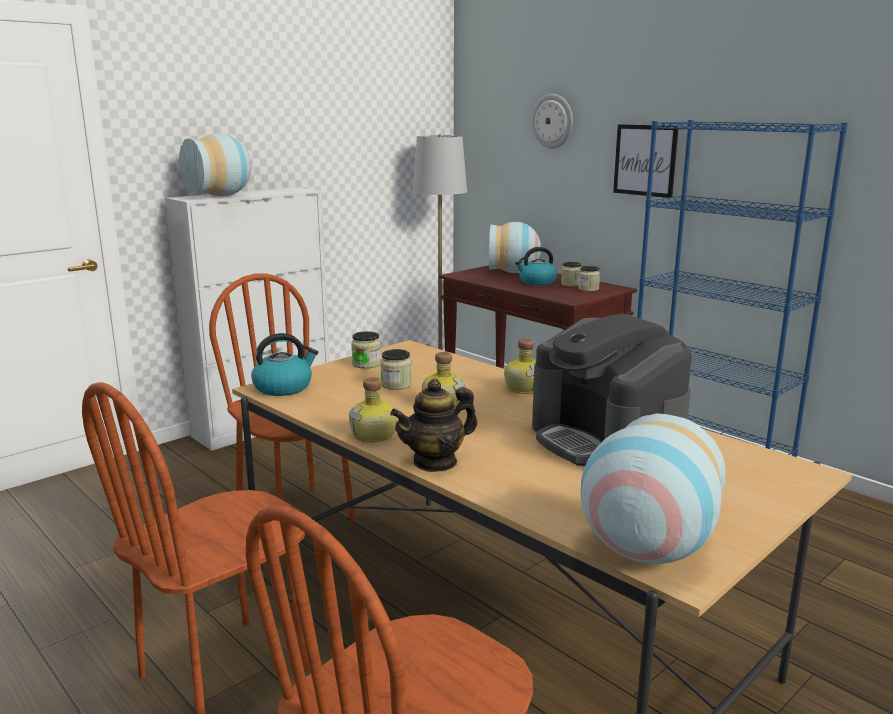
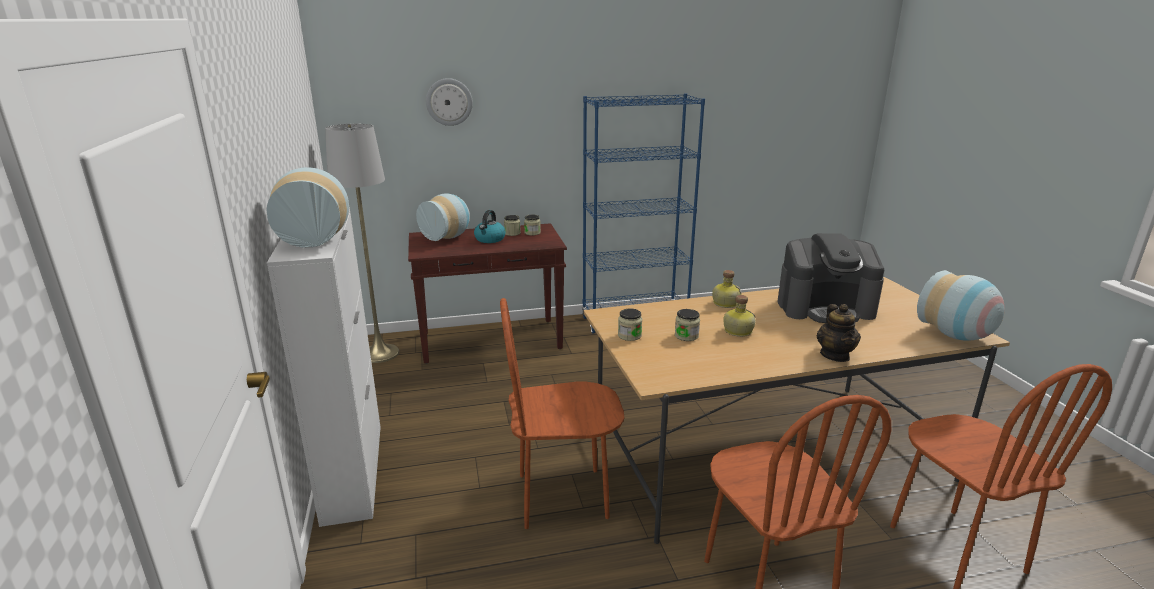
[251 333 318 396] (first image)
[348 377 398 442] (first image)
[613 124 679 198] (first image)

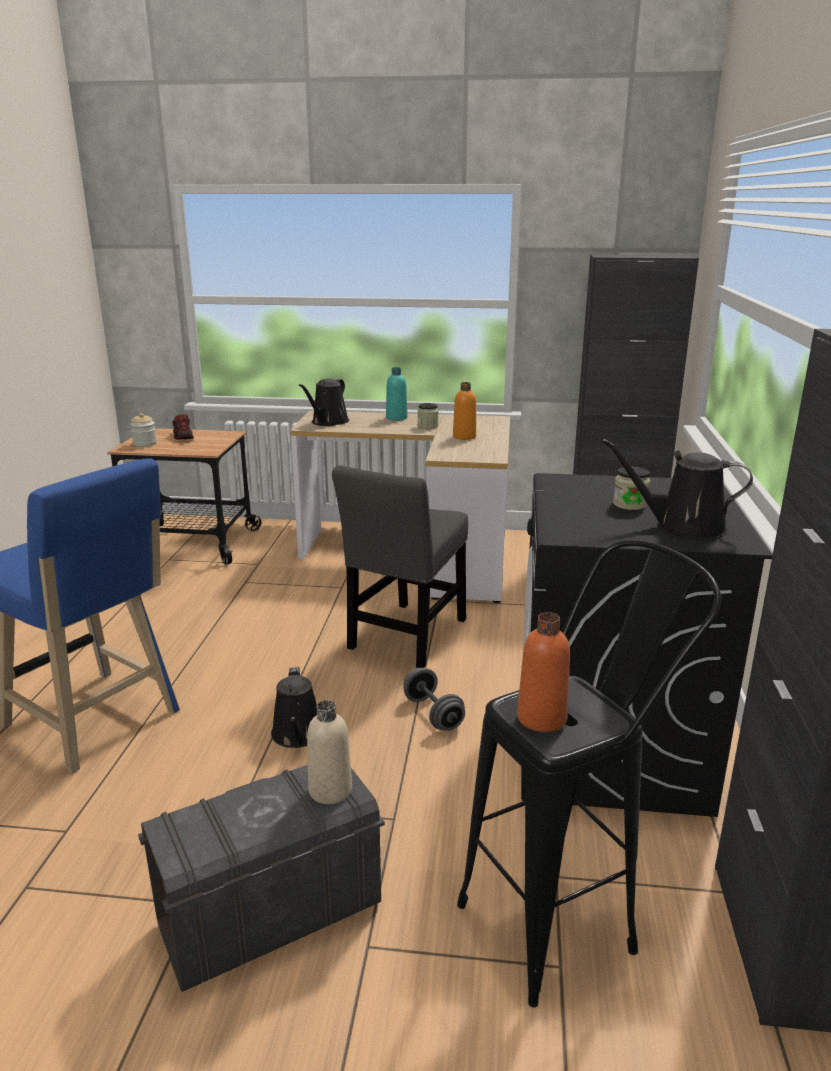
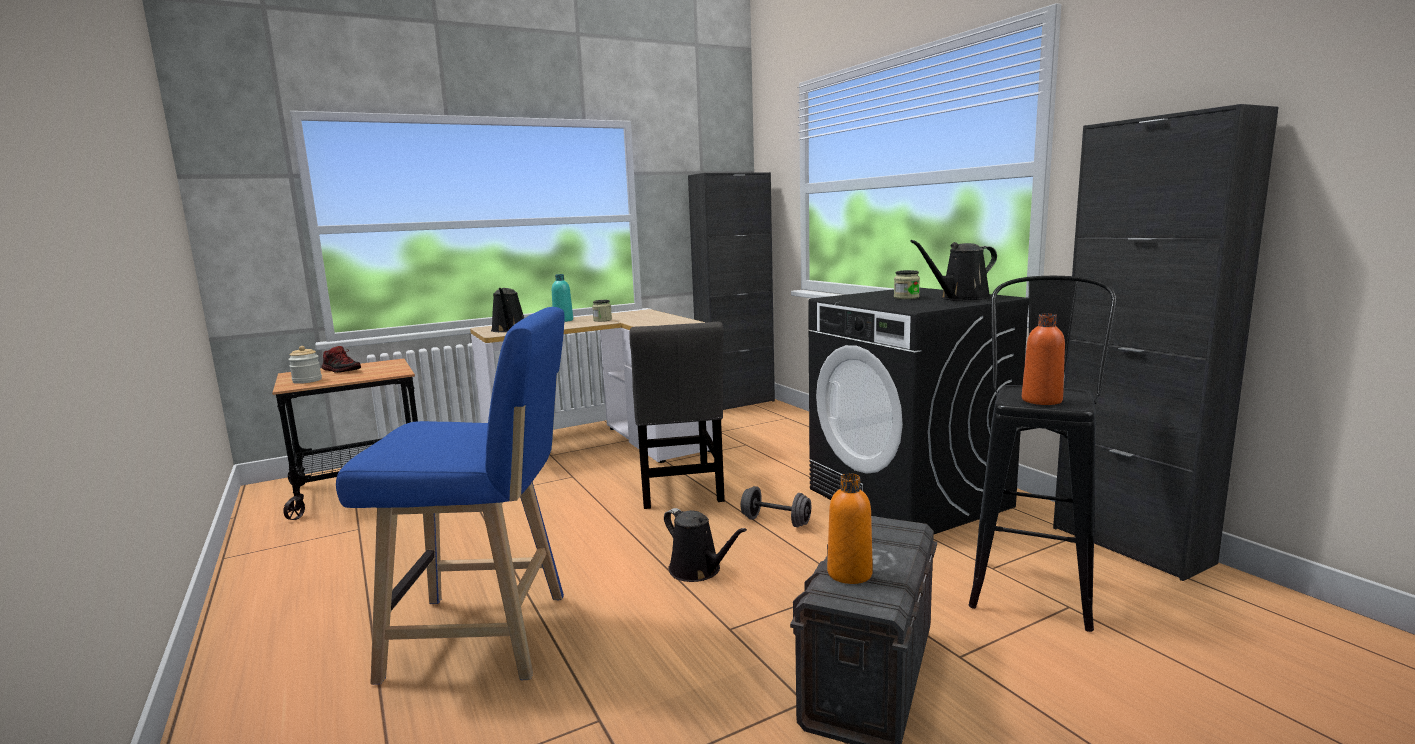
[307 700 352 804] (first image)
[827 473 873 584]

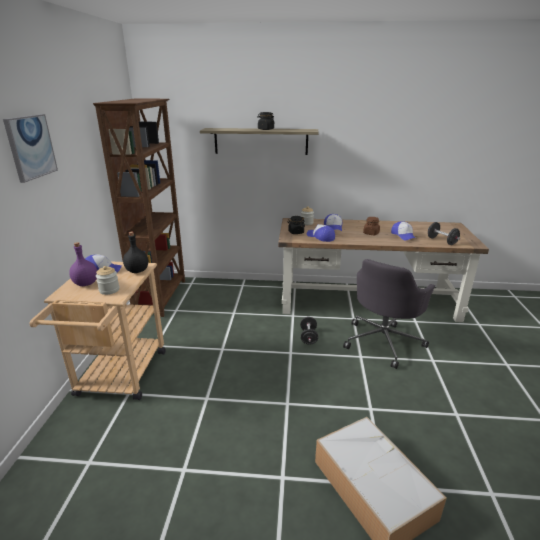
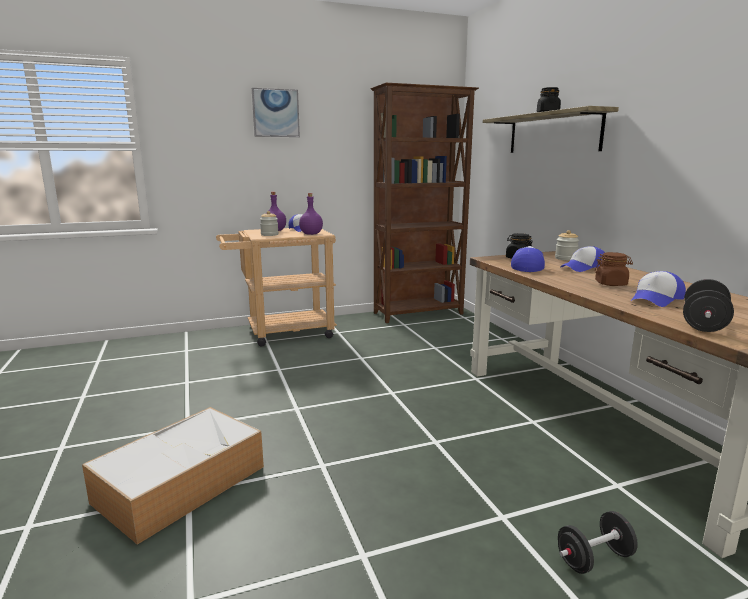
[299 193 323 235]
[558 511 638 574]
[343 259 435 369] (first image)

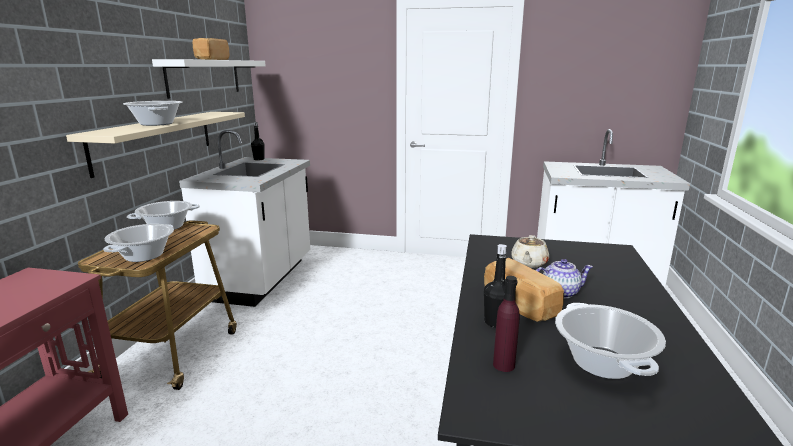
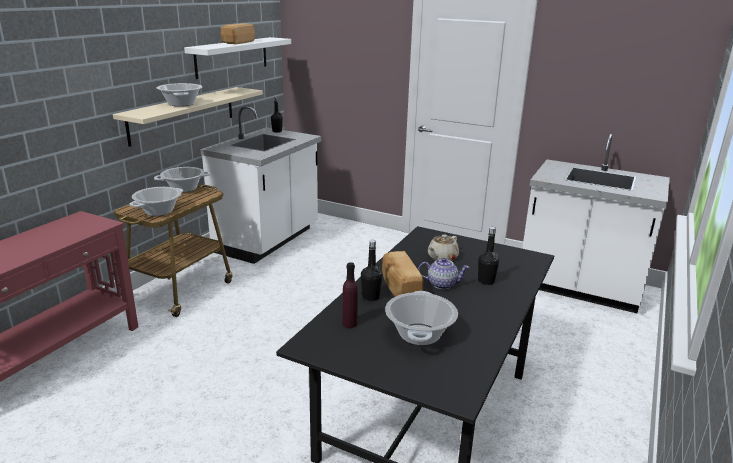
[478 227 499 285]

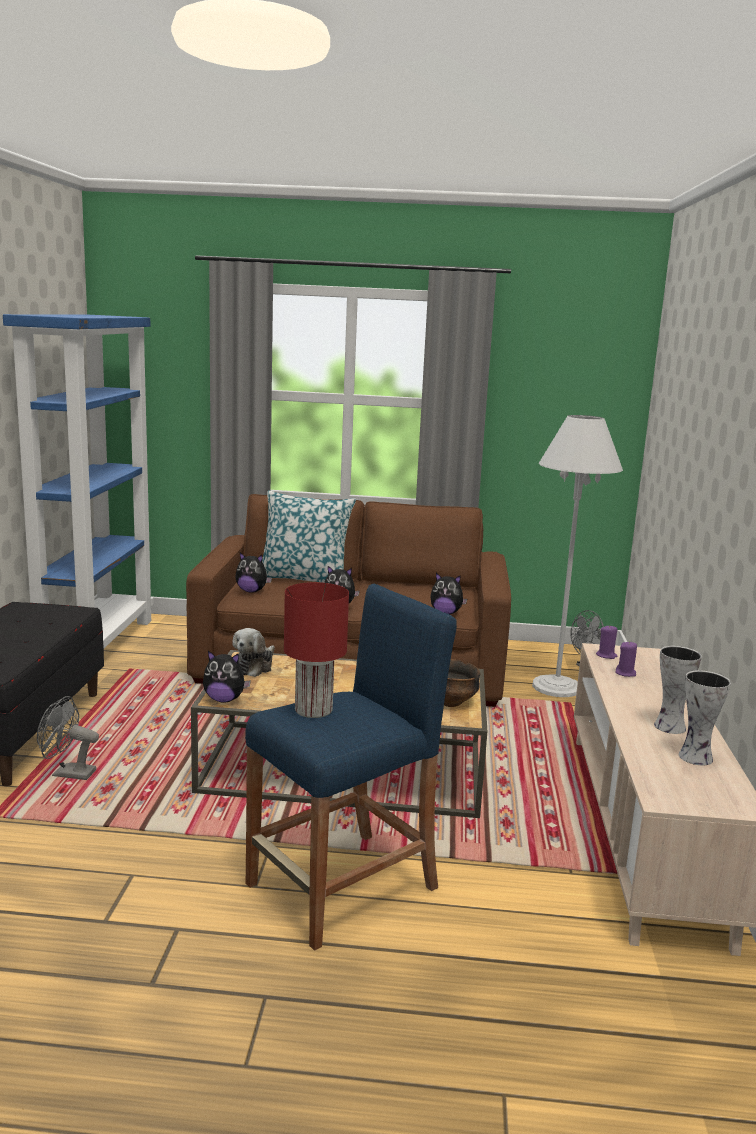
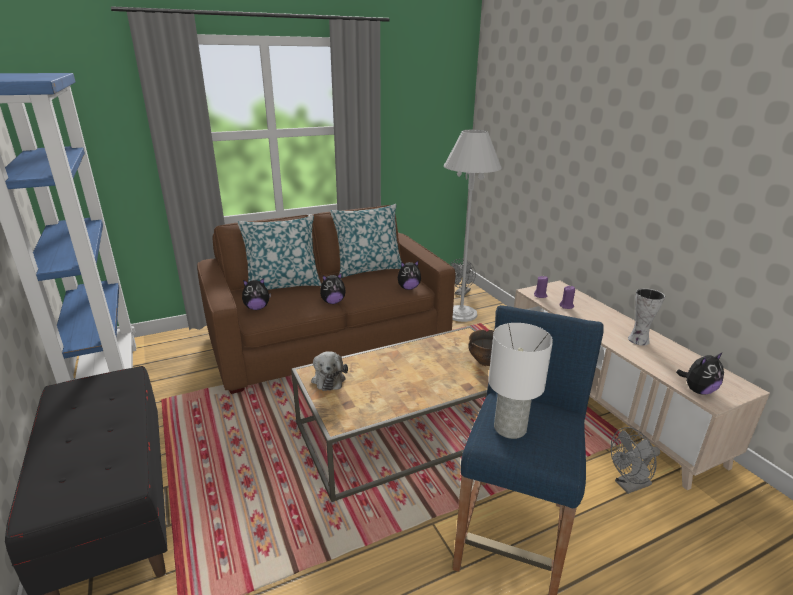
[611 427 660 494]
[676 352 724 394]
[488 323 553 439]
[679 670 731 765] (first image)
[330 204 402 278]

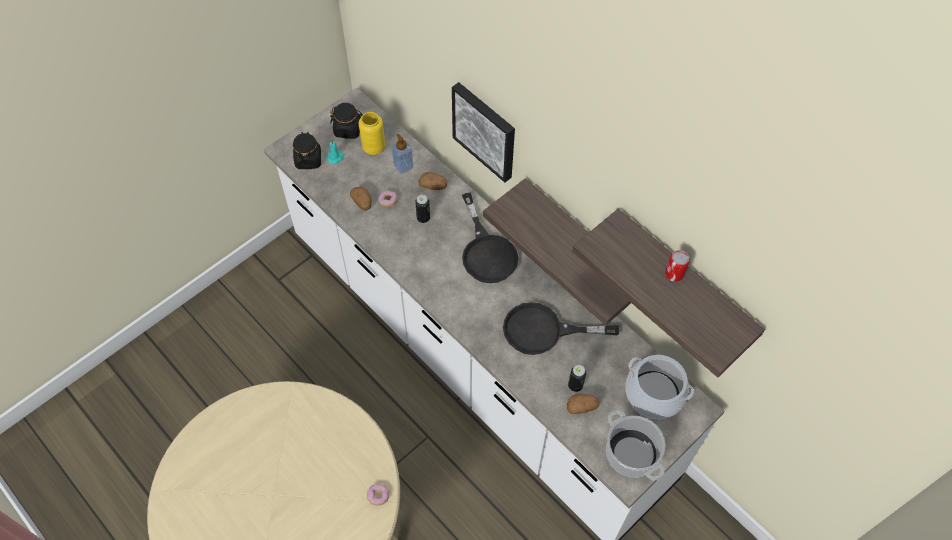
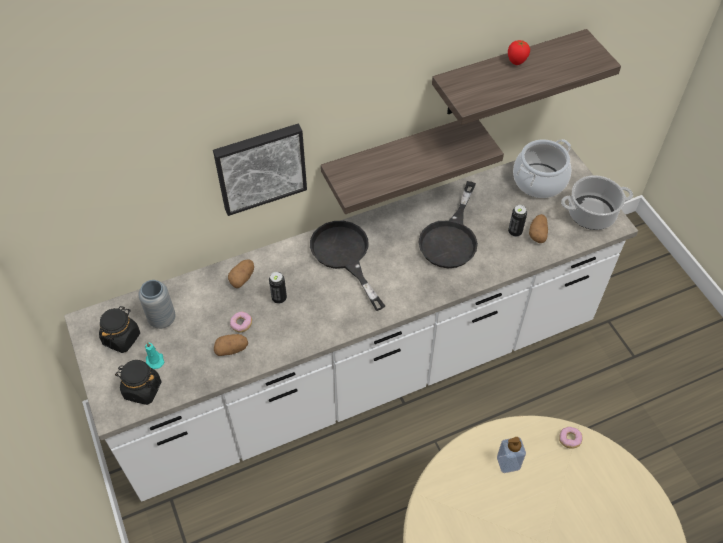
[138 280 175 329]
[497 437 526 473]
[310 221 385 311]
[508 40 530 65]

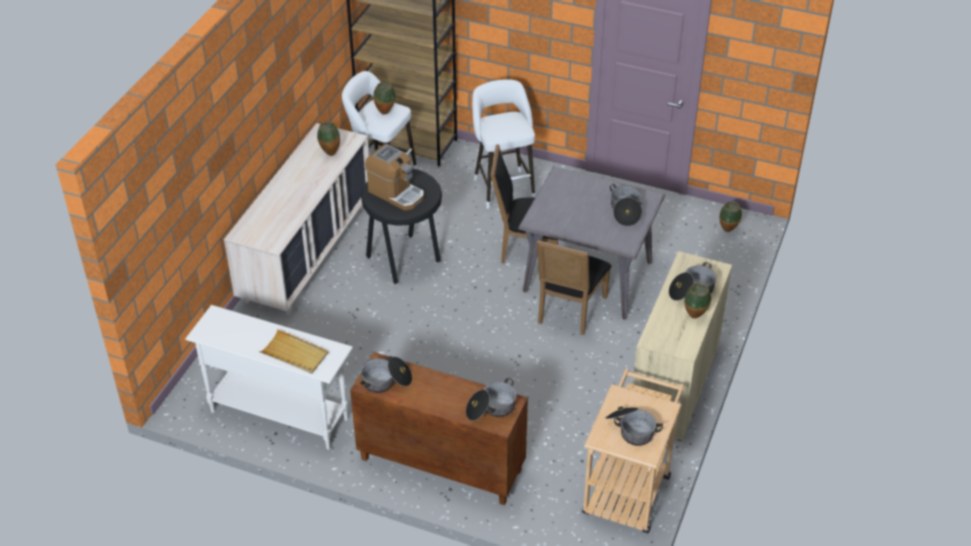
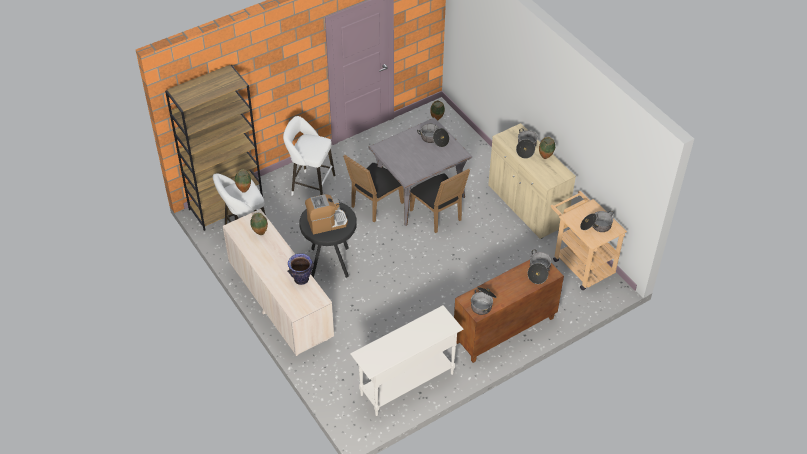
[259 329 328 374] (first image)
[287 253 314 285]

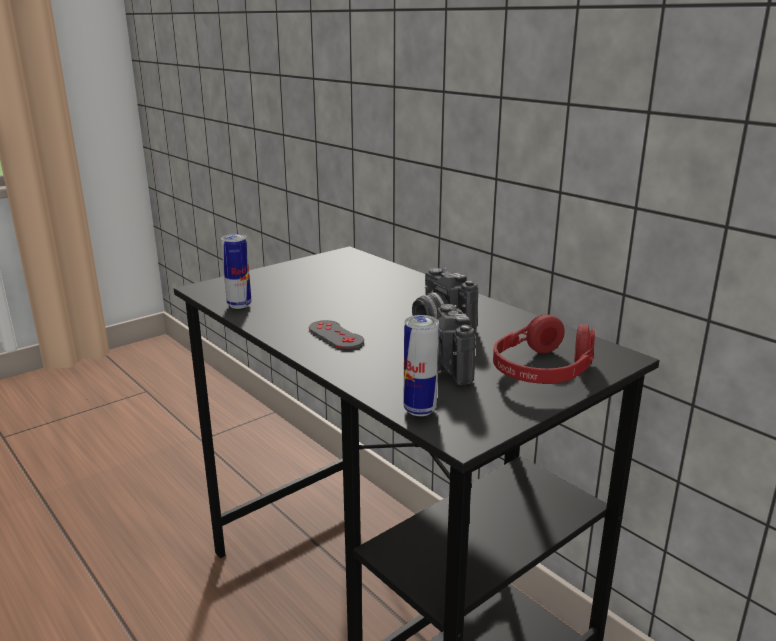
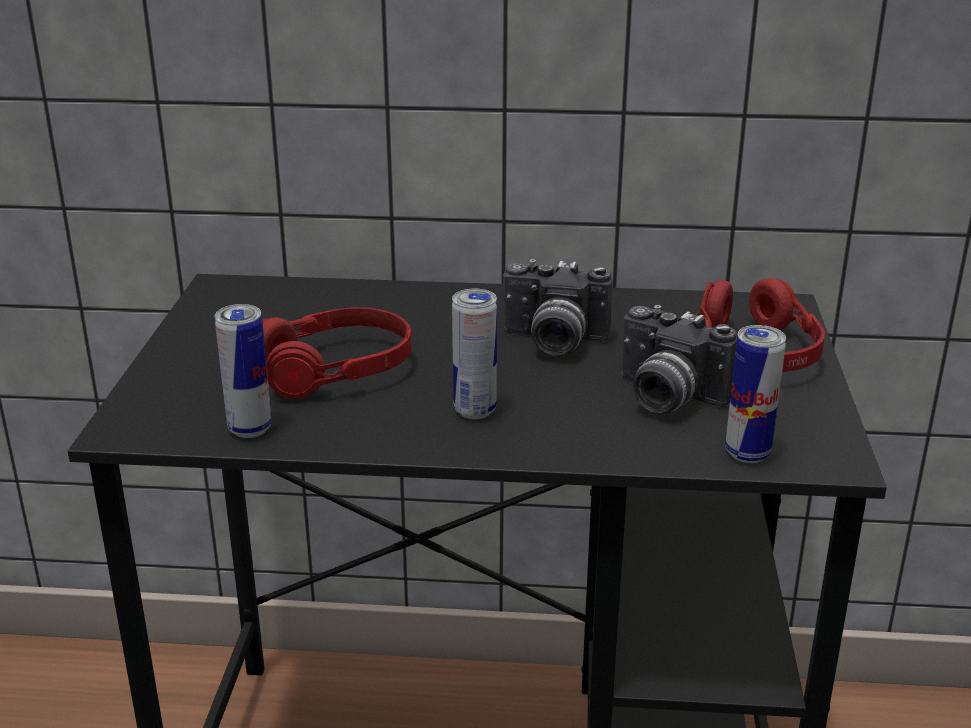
[452 289 497 419]
[262 307 412 399]

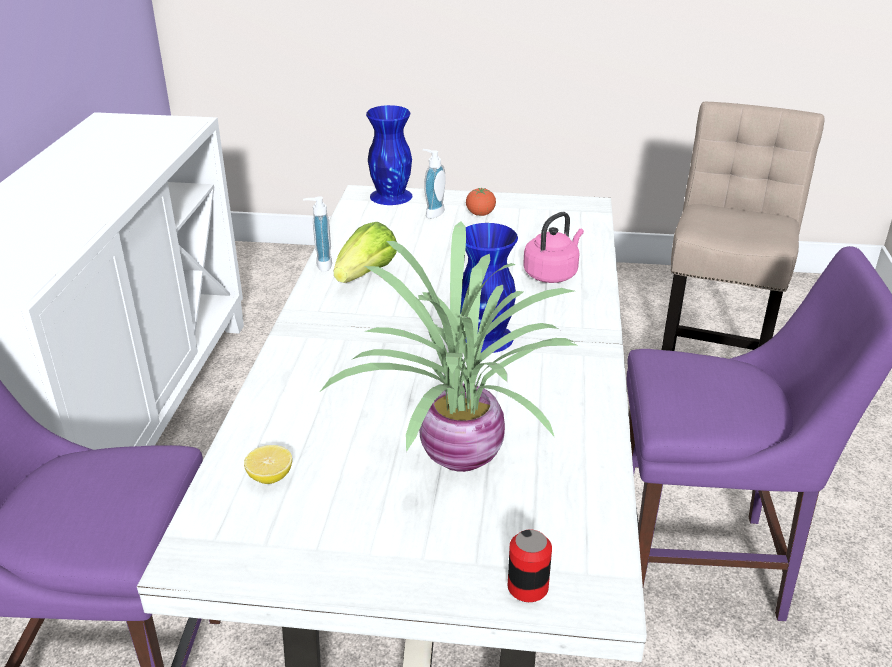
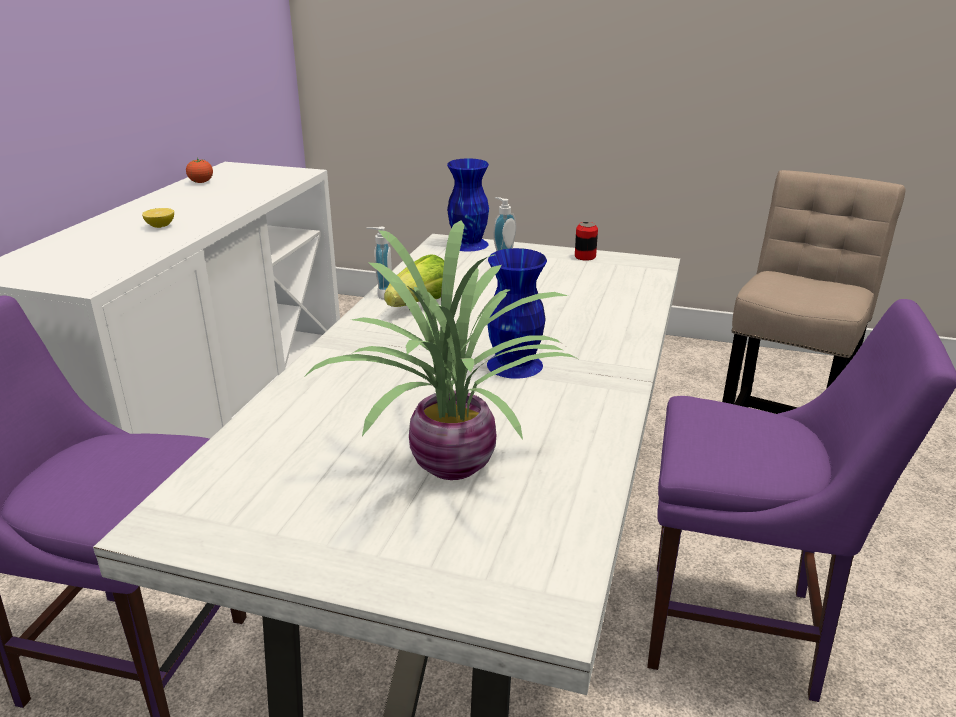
[142 208 174 228]
[186 158 213 183]
[575 222 598 261]
[523 212 584 283] (first image)

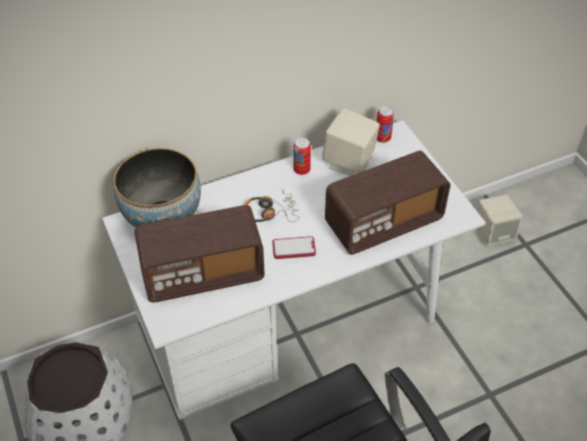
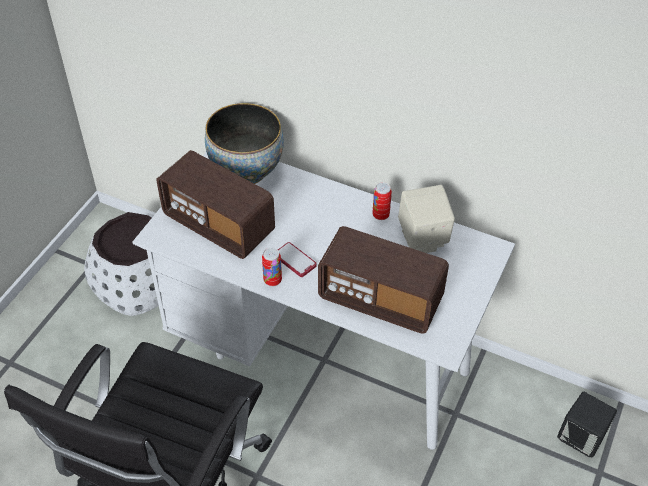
[244 189 299 222] (first image)
[262 248 282 286]
[557 392 617 457]

